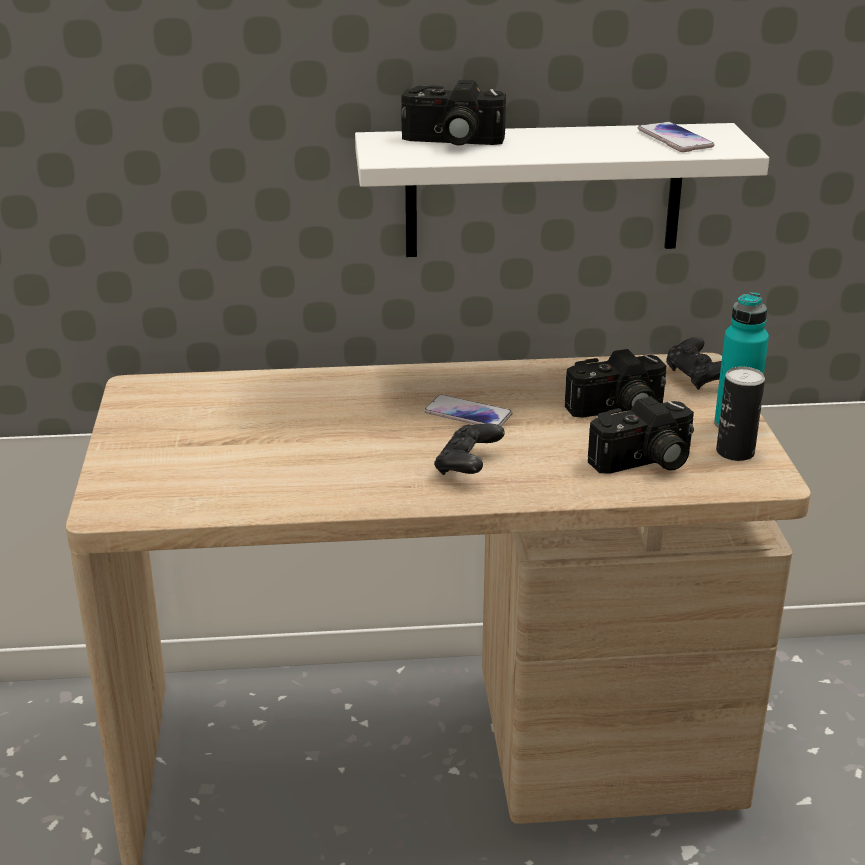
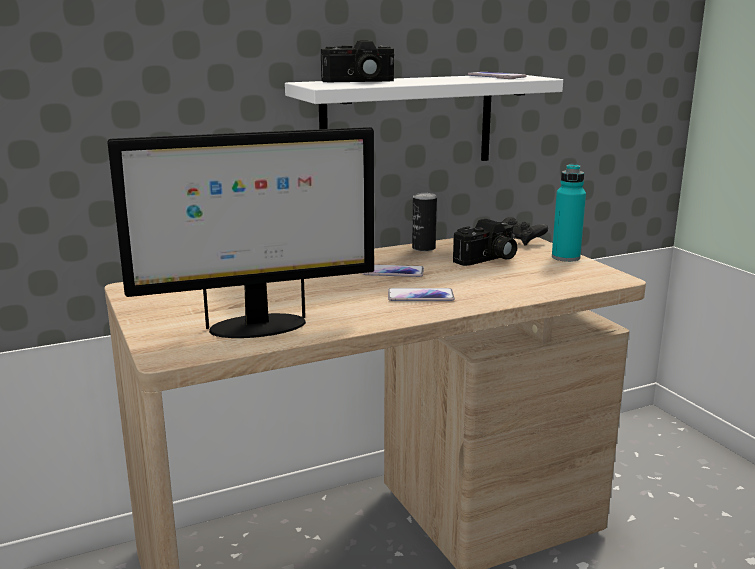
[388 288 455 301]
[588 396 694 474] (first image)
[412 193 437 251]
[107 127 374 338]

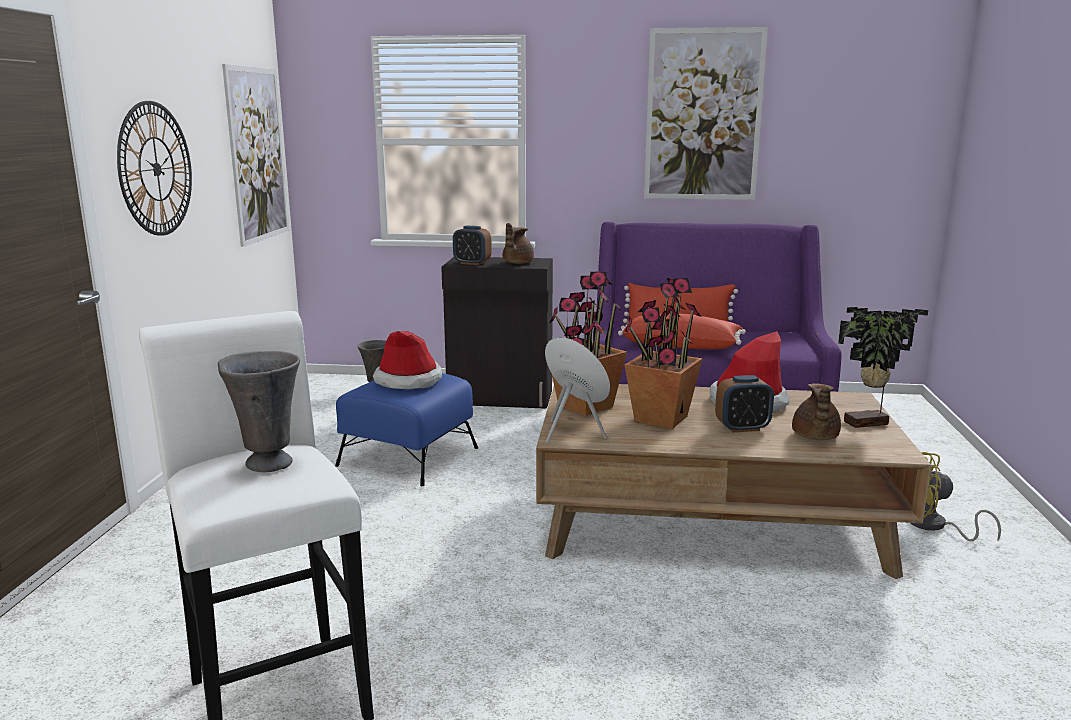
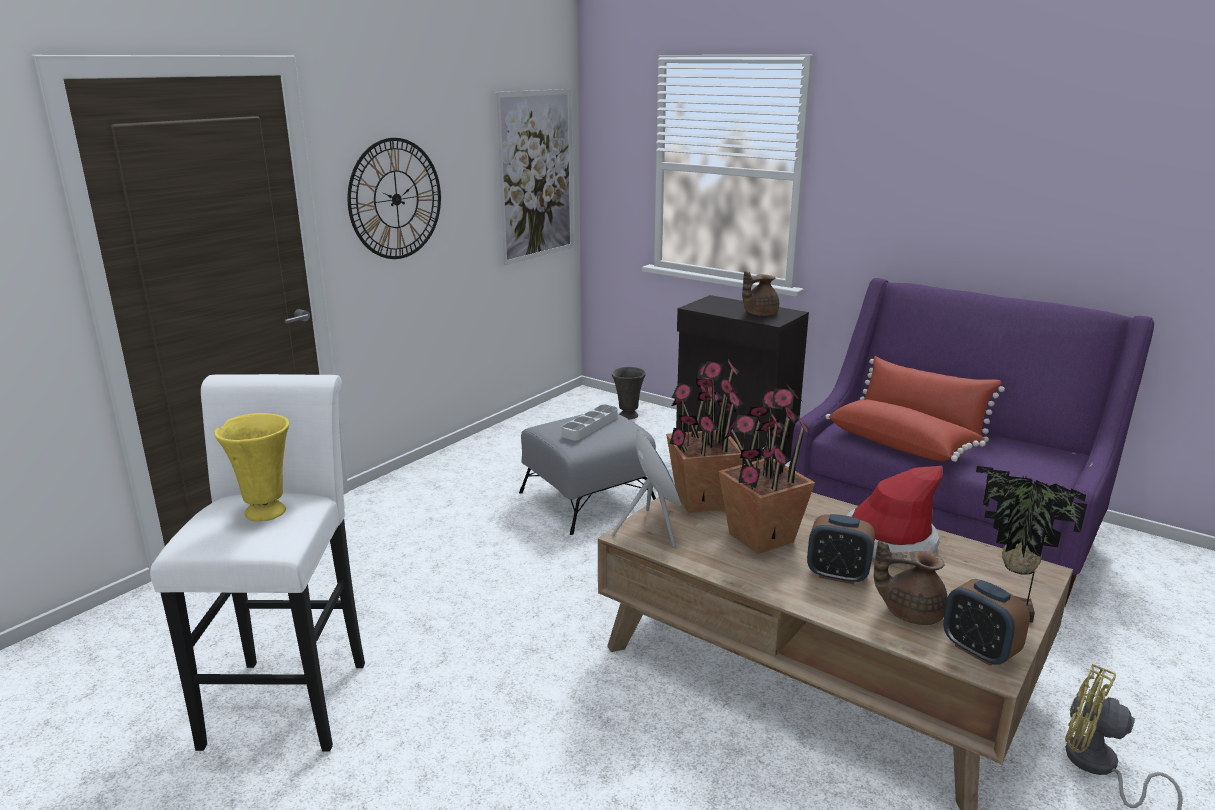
[214 413 289 522]
[519 414 656 535]
[562 404 618 440]
[943 579 1030 666]
[644 27 768 200] (first image)
[874 540 948 625]

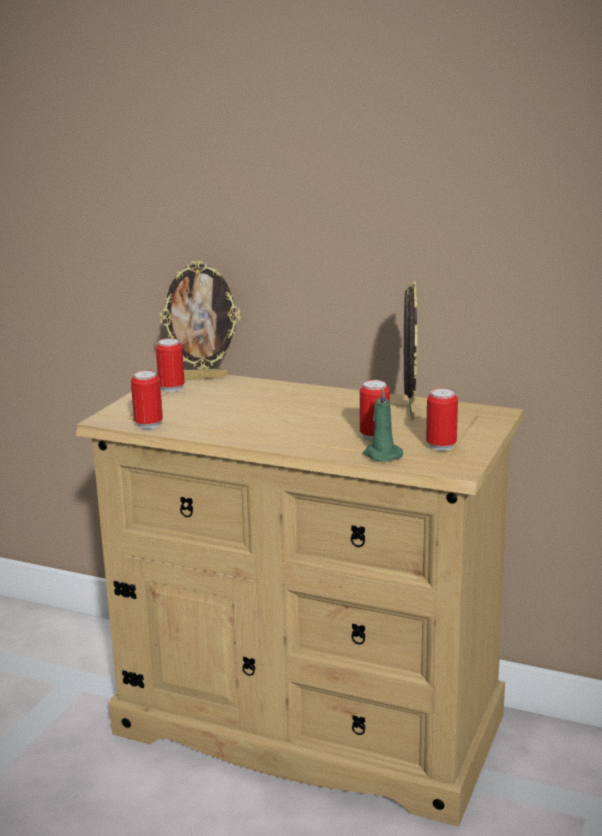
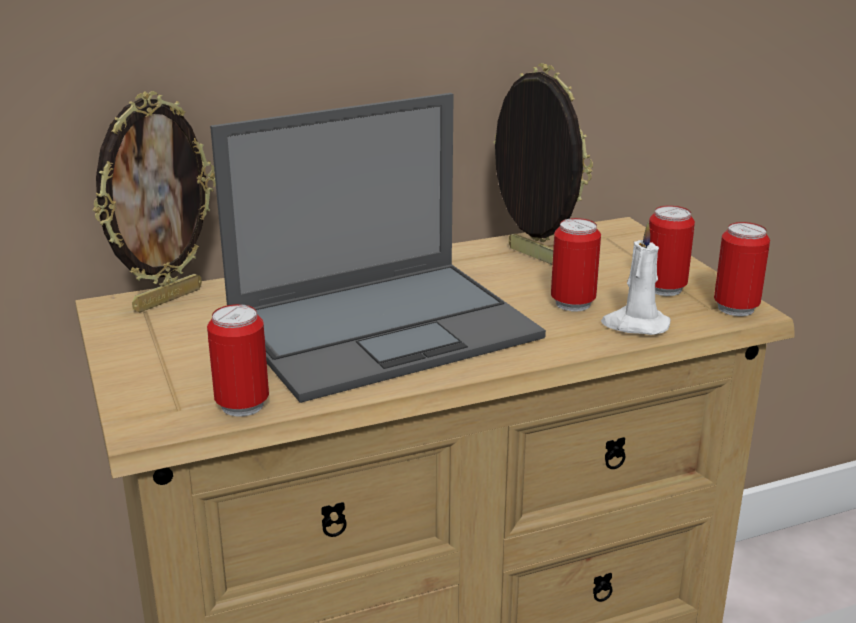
[714 222 770 316]
[601 222 670 335]
[210 93 546 403]

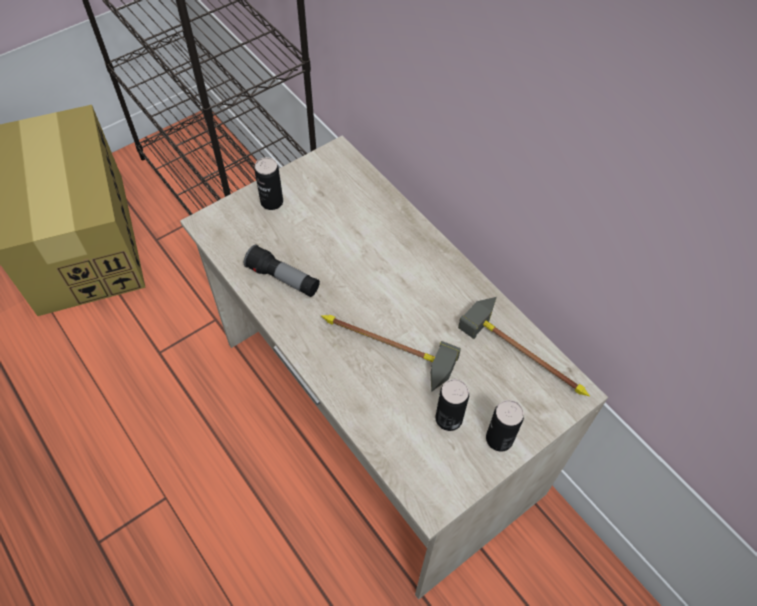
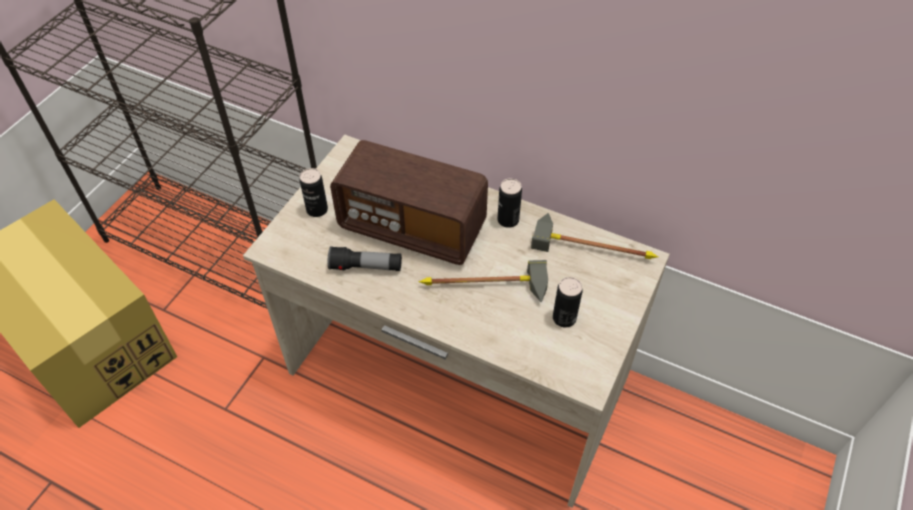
[498 178 522 228]
[330 140 488 265]

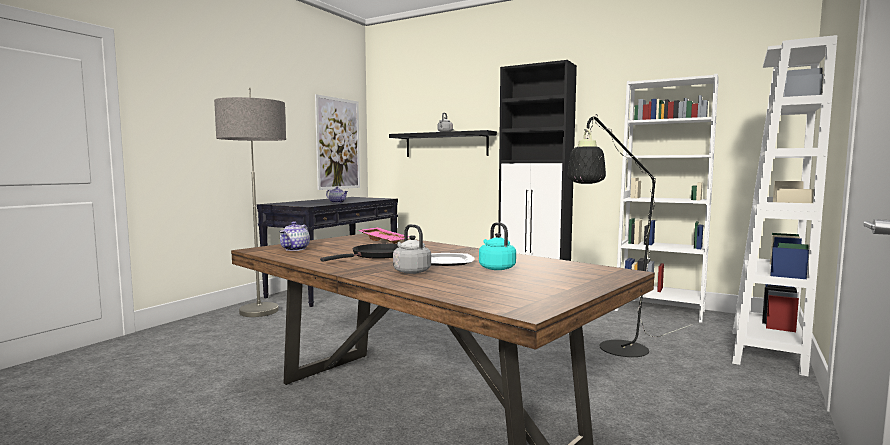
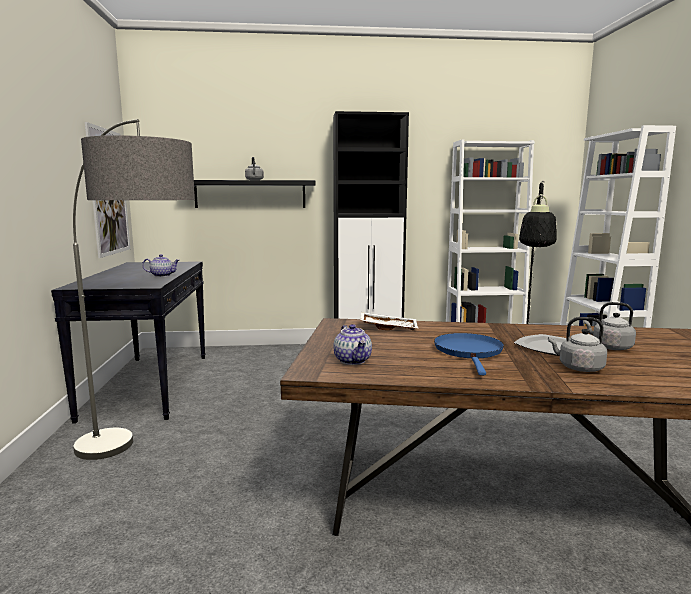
[434 333 504 375]
[360 312 418 331]
[583 302 636 350]

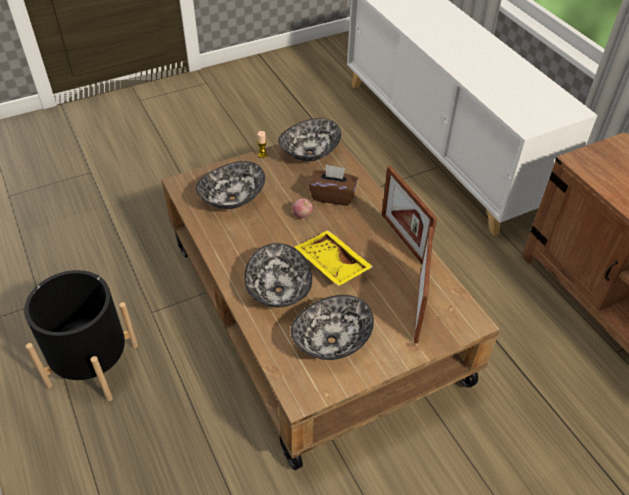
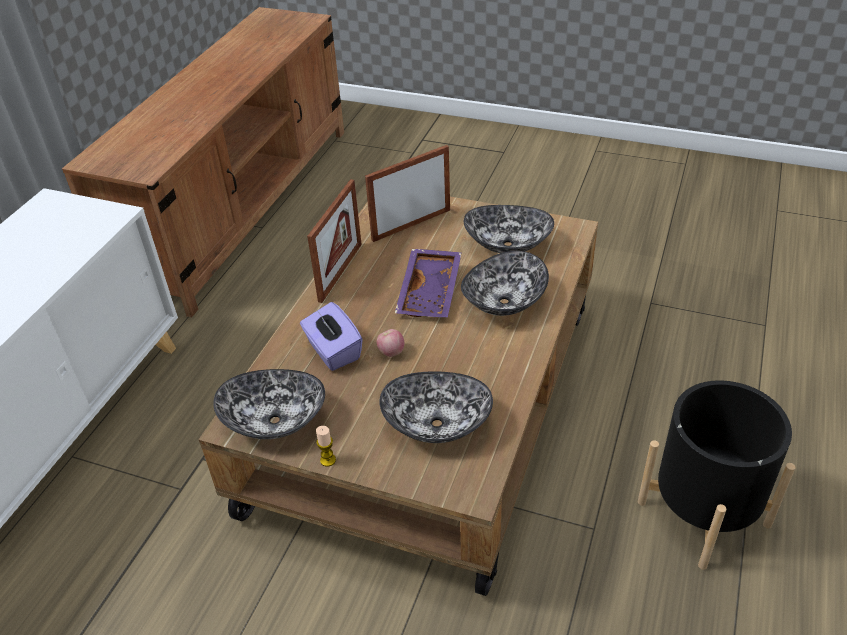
[395 249 462 317]
[300 302 363 371]

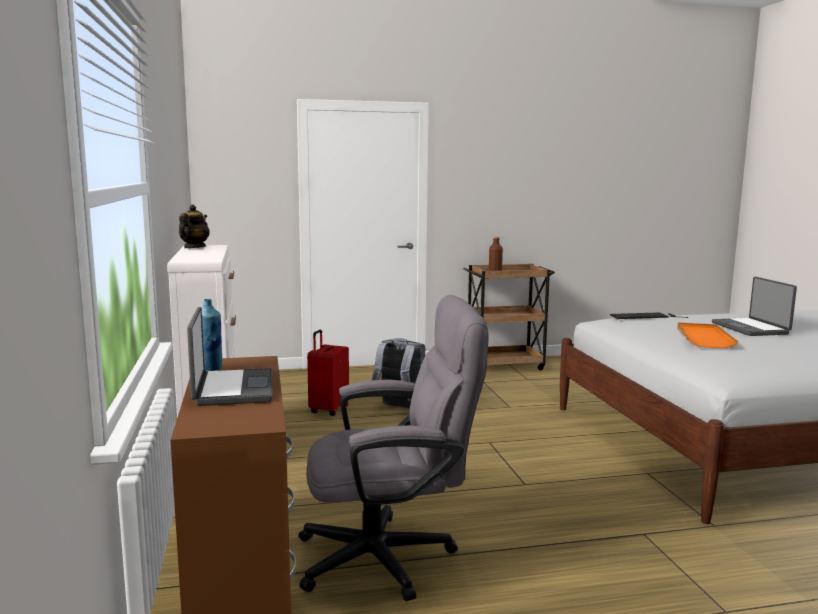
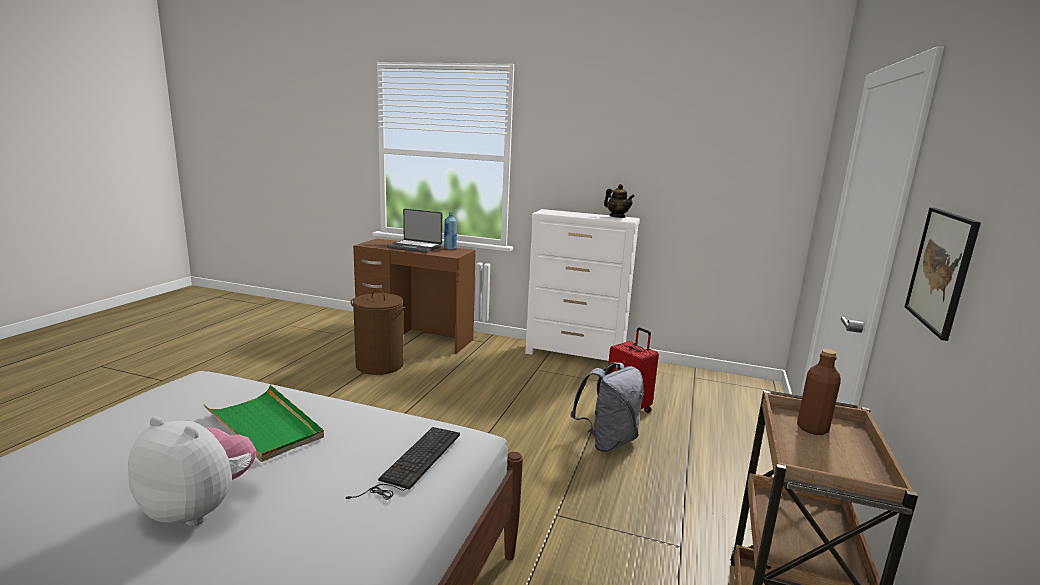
[351 289 405 375]
[204 385 324 462]
[128 416 256 526]
[905 207 981 341]

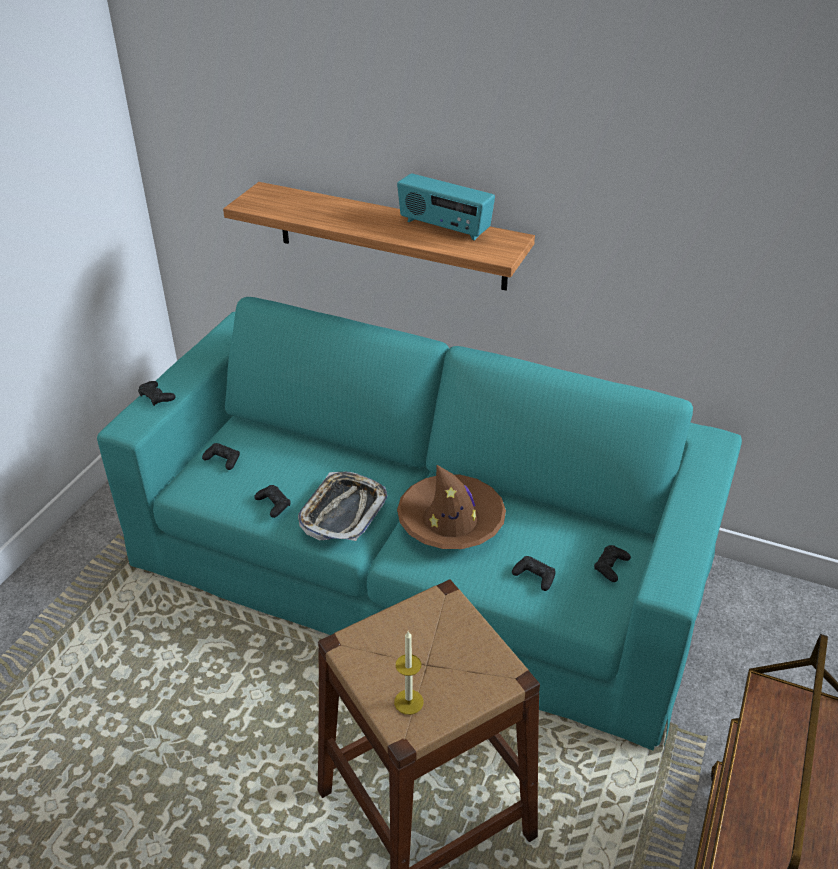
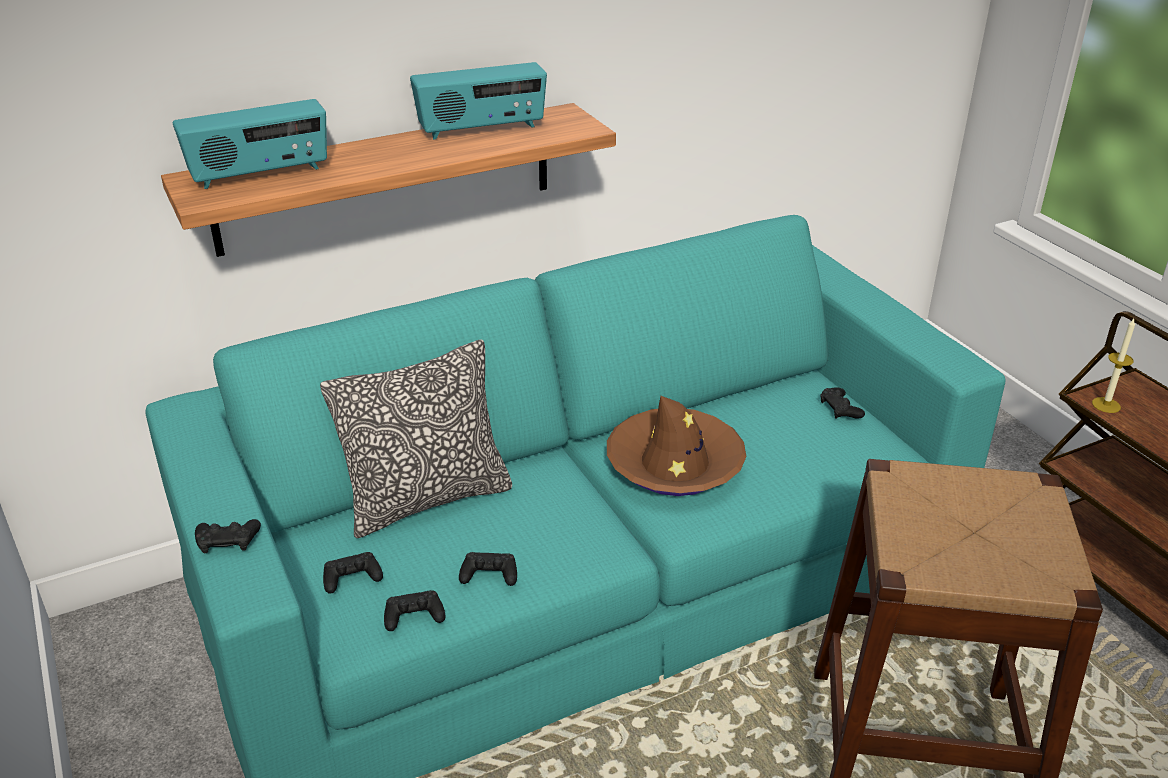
[298 472 387 541] (first image)
[1092 319 1135 413]
[384 590 446 631]
[173 99 327 189]
[320 339 512 538]

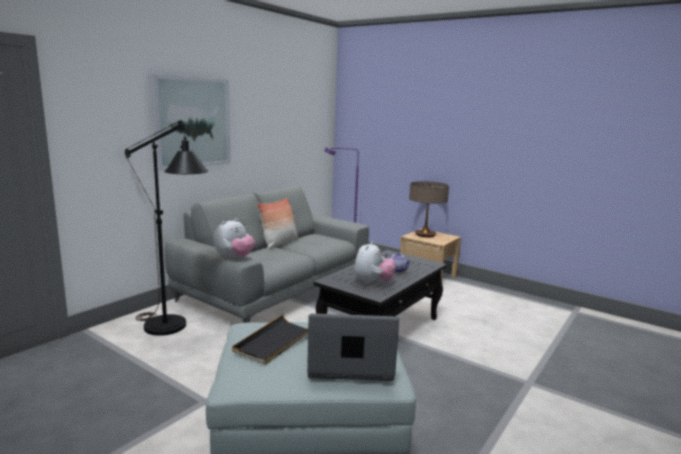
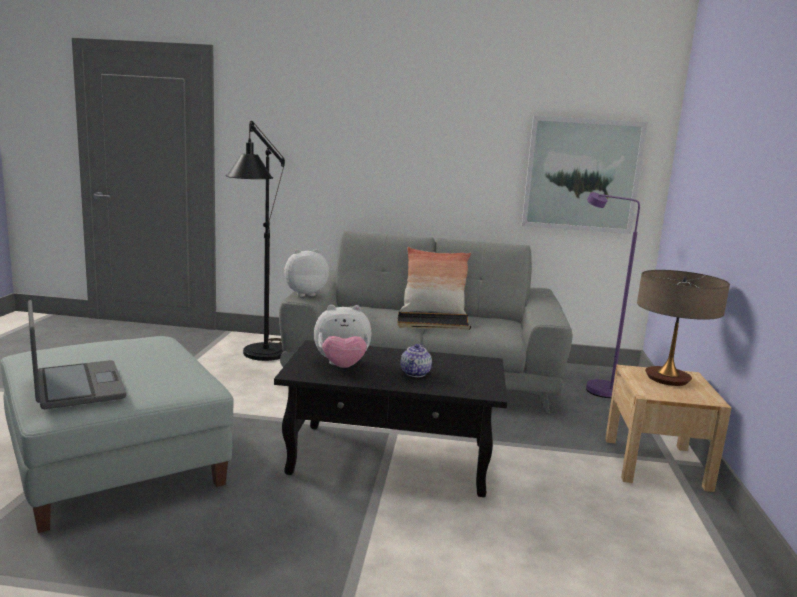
[522 116 648 234]
[284 249 329 297]
[397 312 471 329]

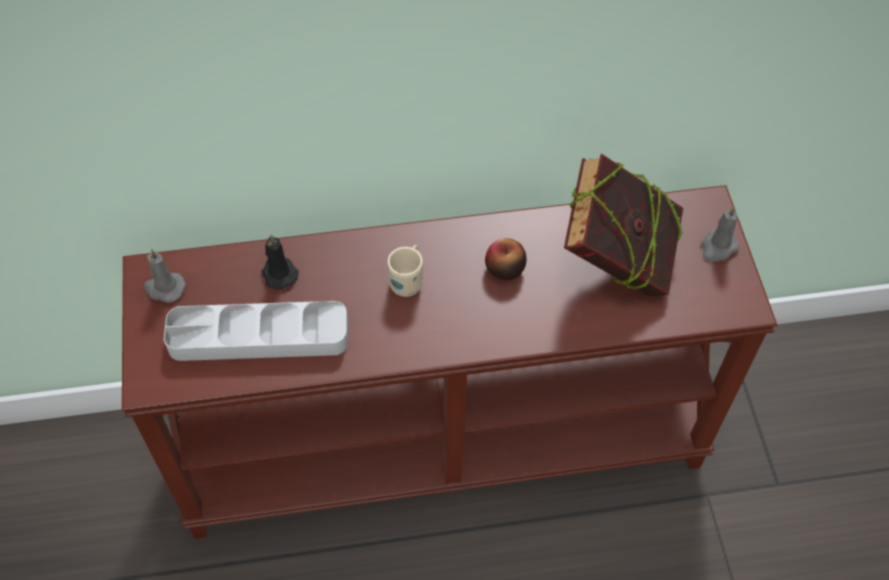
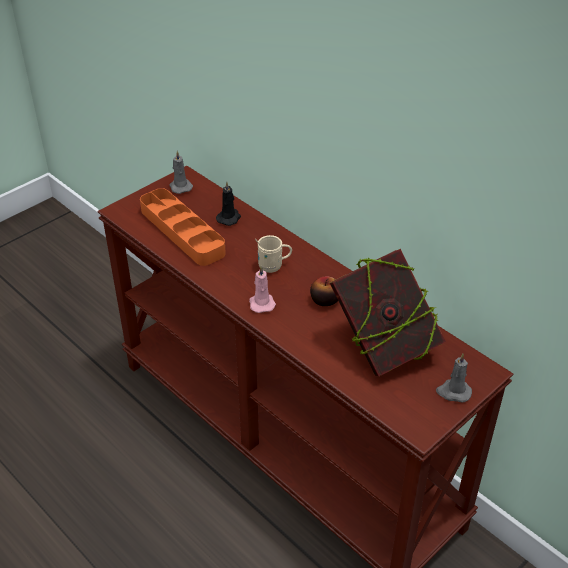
[140 188 226 266]
[249 266 276 313]

